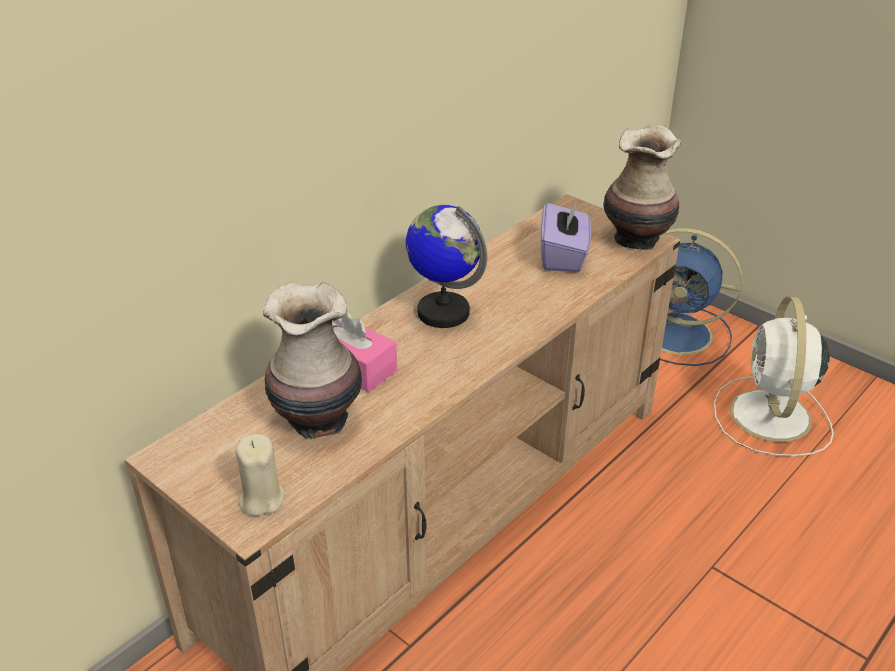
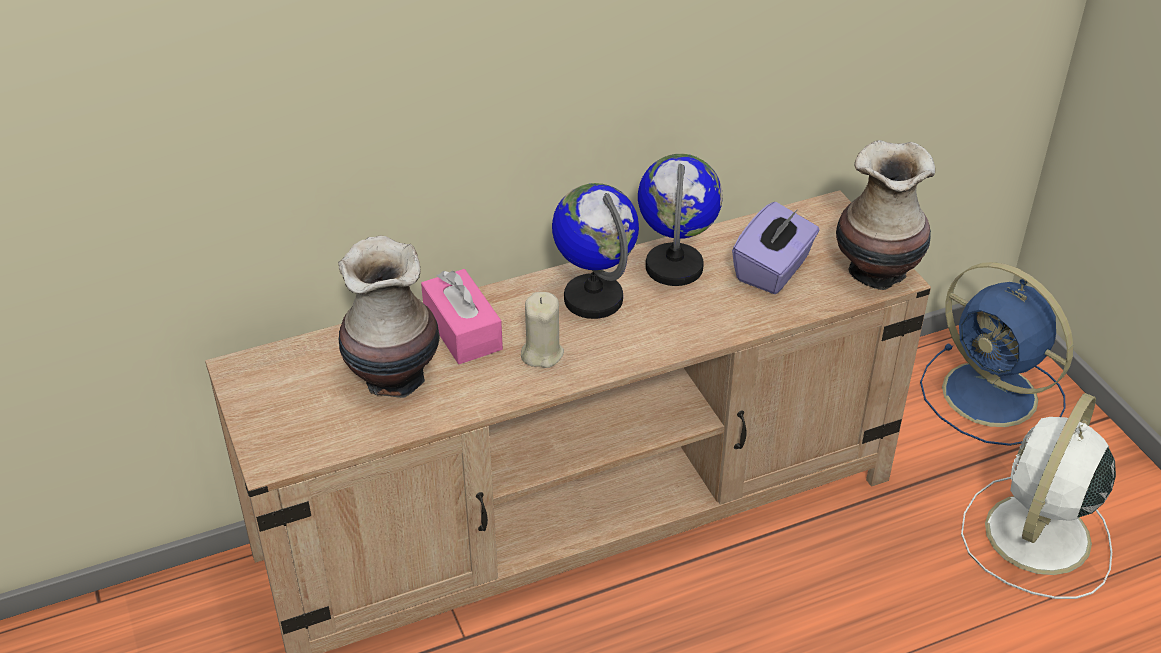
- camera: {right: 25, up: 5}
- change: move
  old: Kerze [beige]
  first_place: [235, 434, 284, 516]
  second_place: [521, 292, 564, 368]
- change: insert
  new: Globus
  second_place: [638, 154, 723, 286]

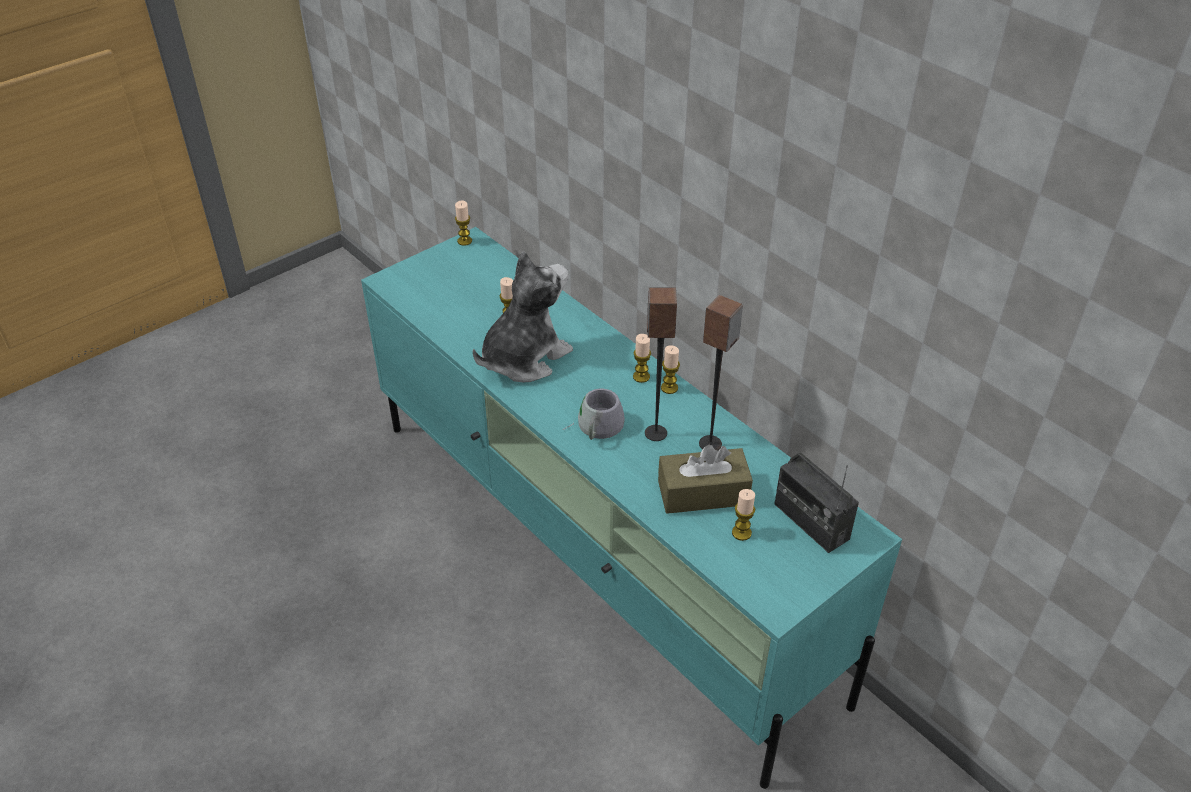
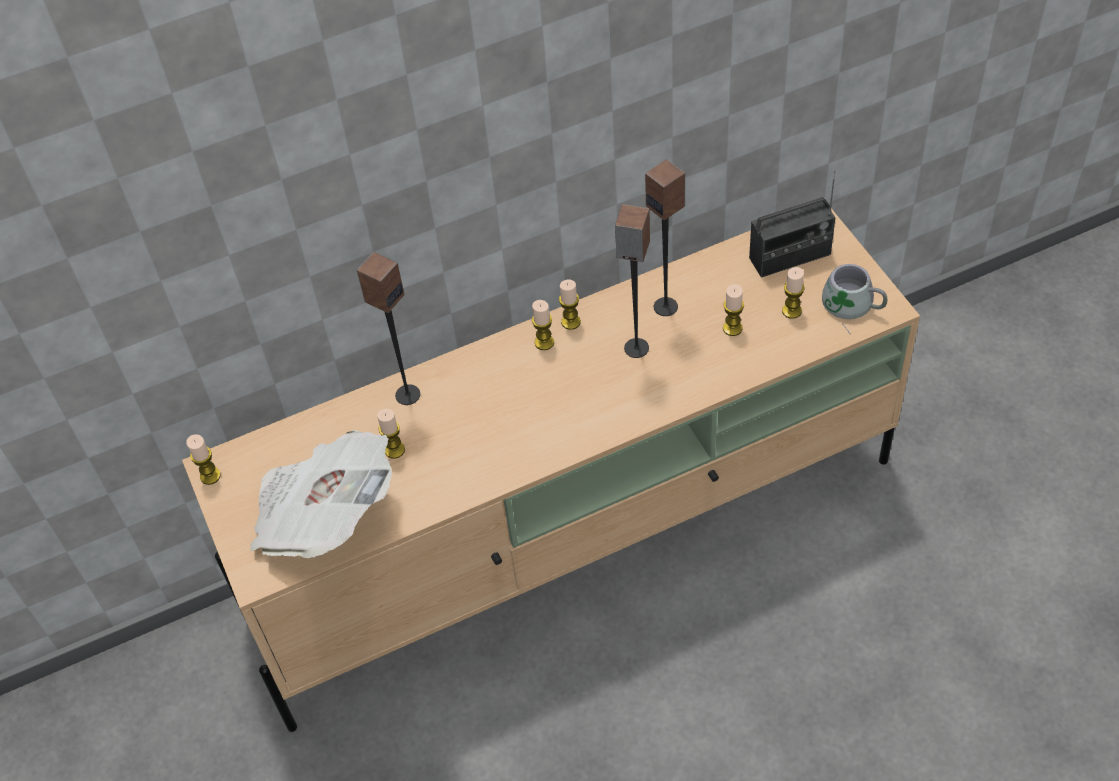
- camera: {right: -70, up: 10}
- change: recolor
  old: Fernsehschrank [türkis]
  new: Fernsehschrank [beige]
  first_place: [361, 227, 902, 789]
  second_place: [182, 208, 920, 732]
- change: delete
  old: Plüschtier
  first_place: [473, 251, 573, 383]
- change: move
  old: Henkelbecher [grau]
  first_place: [563, 388, 625, 440]
  second_place: [822, 264, 887, 335]
- change: replace
  old: Taschentuchbox [braun]
  new: Kerze
  first_place: [658, 445, 753, 514]
  second_place: [723, 284, 744, 336]
- change: insert
  new: Lautsprecher
  second_place: [357, 252, 420, 405]
- change: insert
  new: Zeitung
  second_place: [250, 430, 392, 558]

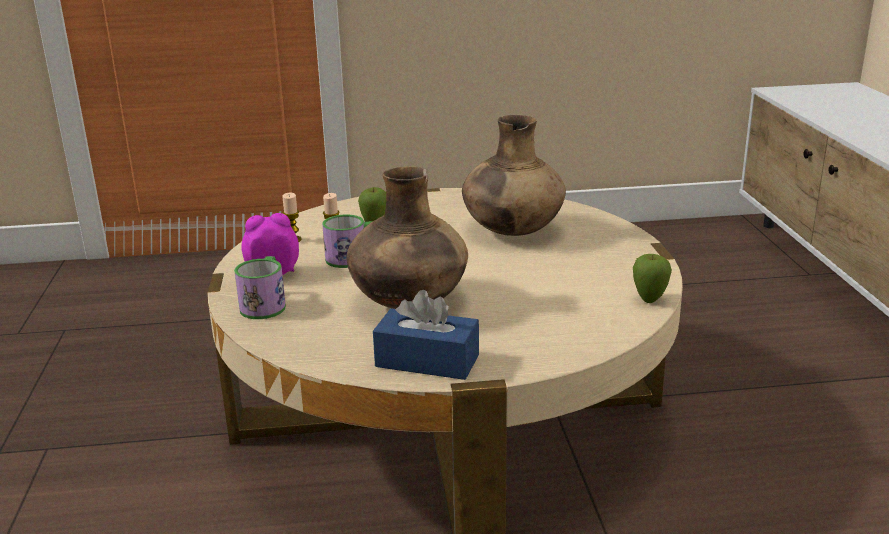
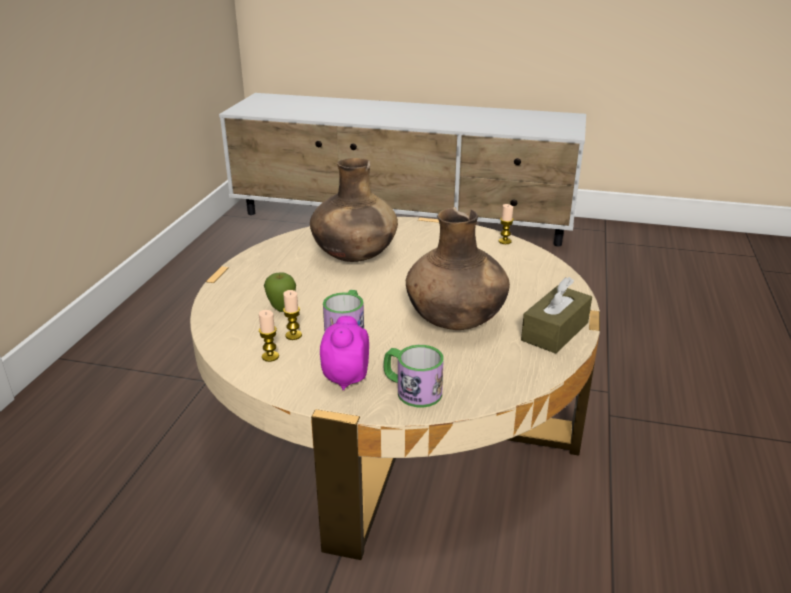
- camera: {right: -70, up: 5}
- change: replace
  old: Apfel
  new: Kerze
  first_place: [633, 254, 672, 303]
  second_place: [499, 204, 514, 244]
- change: recolor
  old: Taschentuchbox [blau]
  new: Taschentuchbox [braun]
  first_place: [373, 290, 479, 380]
  second_place: [521, 277, 592, 354]

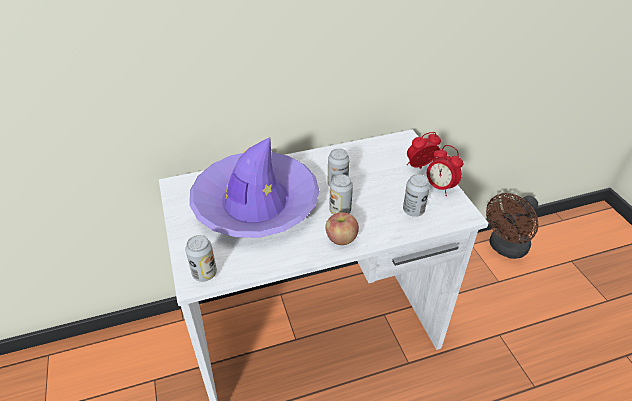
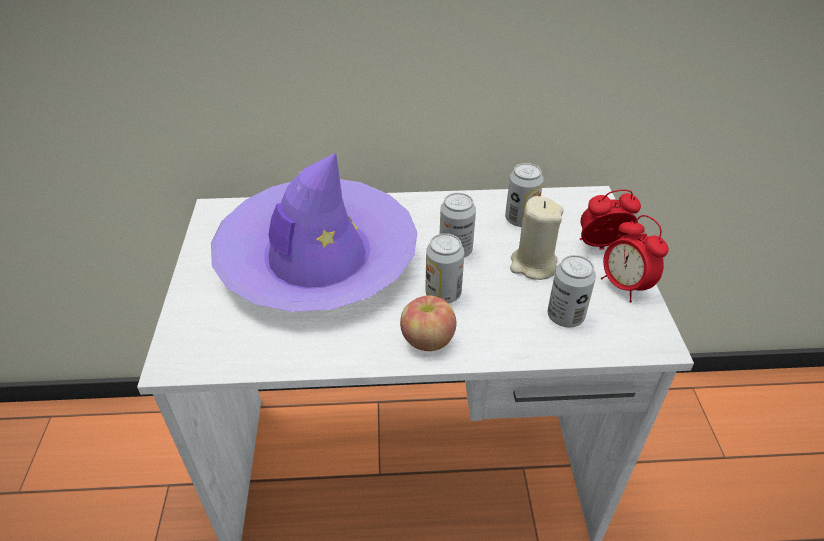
- camera: {right: 15, up: 0}
- change: delete
  old: Ventilator [braun]
  first_place: [486, 193, 538, 259]
- change: move
  old: Dose
  first_place: [185, 235, 217, 282]
  second_place: [505, 163, 544, 227]
- change: insert
  new: Kerze [beige]
  second_place: [510, 196, 564, 280]

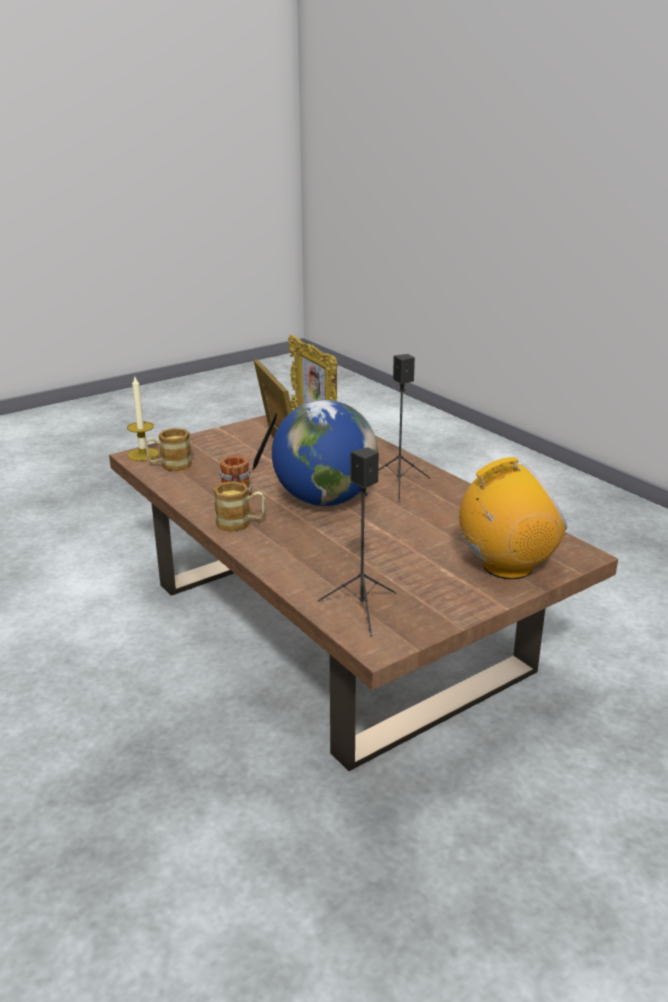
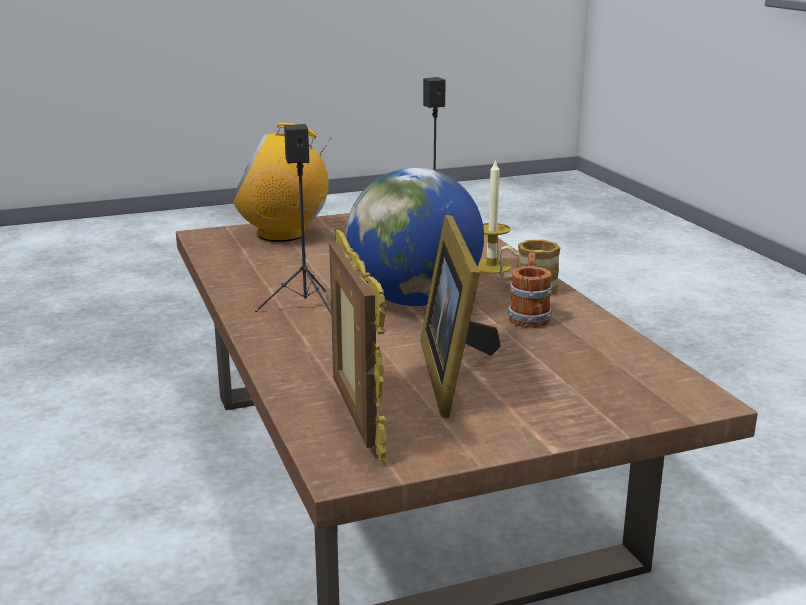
- camera: {right: -165, up: -5}
- change: move
  old: Kerze
  first_place: [127, 377, 159, 461]
  second_place: [477, 158, 512, 274]
- change: delete
  old: Henkelbecher
  first_place: [145, 428, 192, 472]

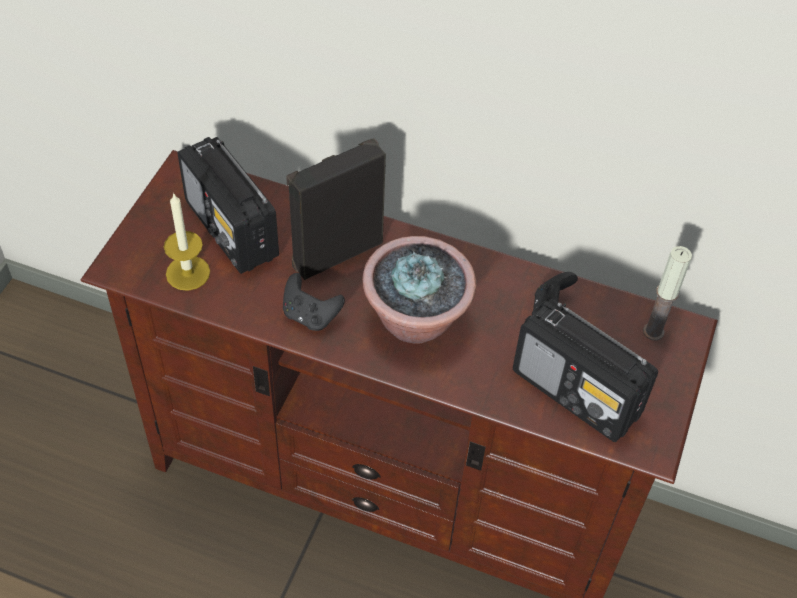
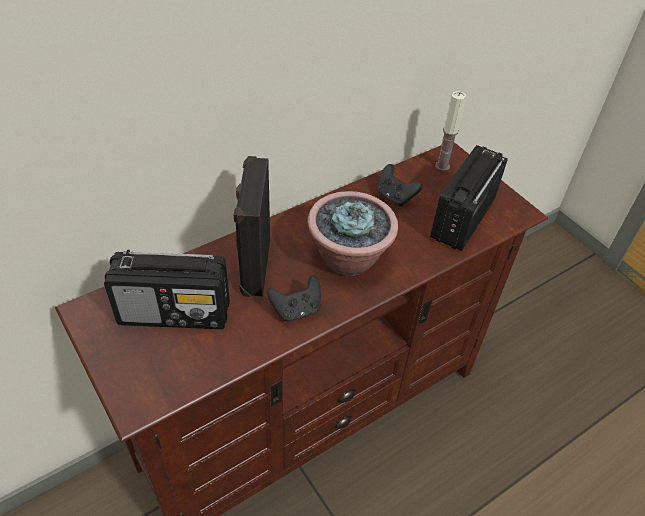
- camera: {right: -55, up: -5}
- change: delete
  old: Kerze
  first_place: [164, 194, 210, 291]
- change: rotate
  old: Radio
  first_place: [513, 299, 658, 442]
  second_place: [430, 145, 508, 251]
  degrees: 135

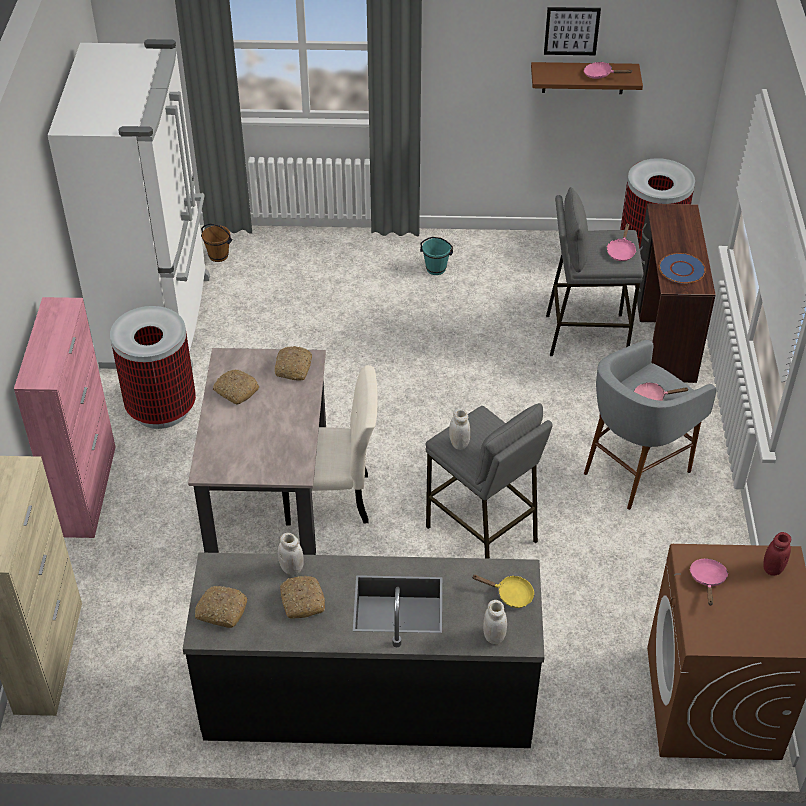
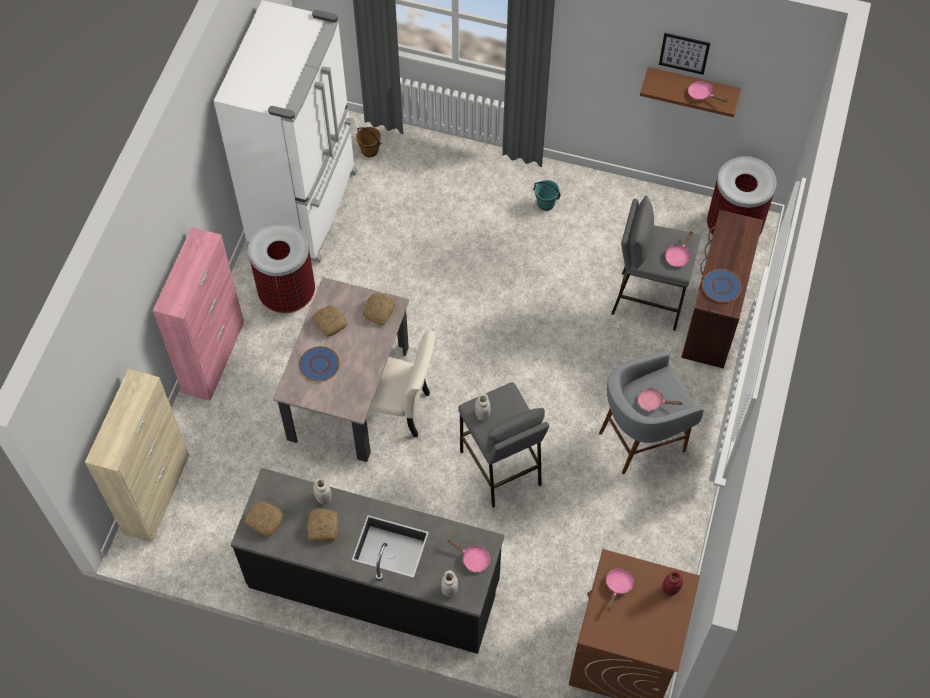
- camera: {right: 15, up: 15}
- change: recolor
  old: Pfanne [gelb]
  new: Pfanne [rosa]
  first_place: [472, 575, 534, 608]
  second_place: [447, 539, 490, 572]
- change: insert
  new: Teller [blau]
  second_place: [299, 346, 340, 382]

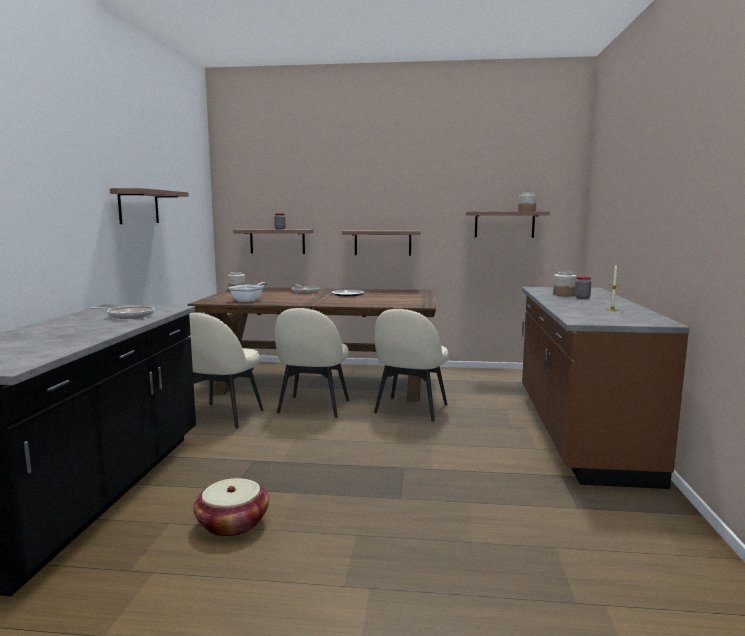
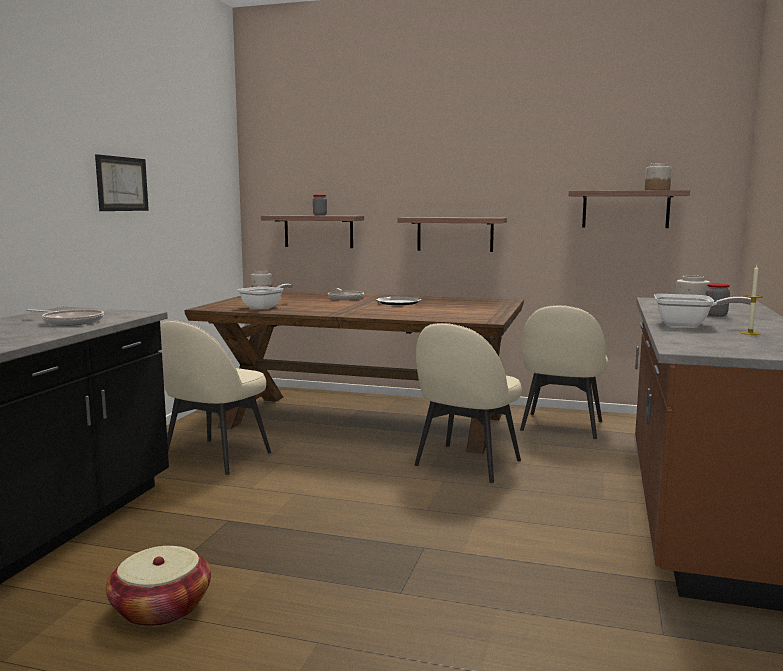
- camera: {right: 10, up: 0}
- change: replace
  old: Wandregal
  new: Bild
  first_place: [110, 188, 189, 224]
  second_place: [95, 154, 149, 211]
- change: move
  old: Stuhl [beige]
  first_place: [275, 308, 349, 417]
  second_place: [520, 305, 608, 439]
- change: insert
  new: Pfanne
  second_place: [654, 294, 751, 327]

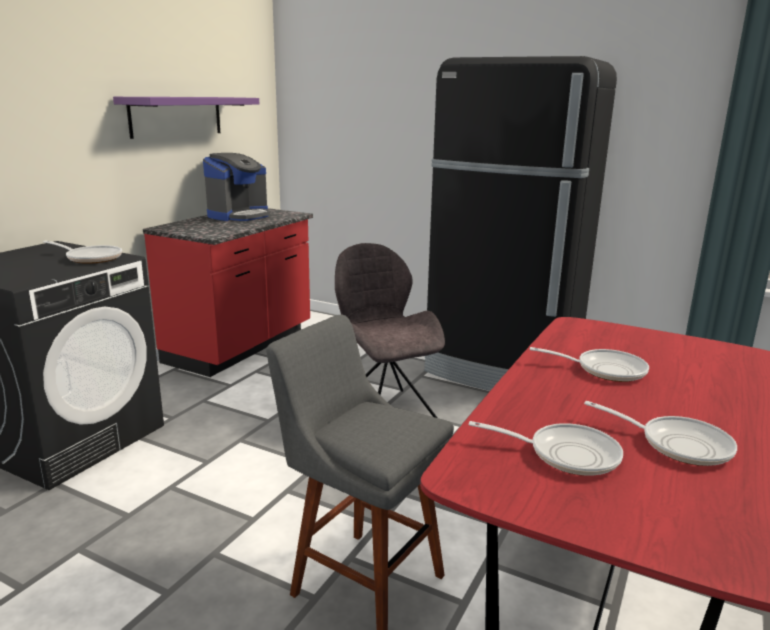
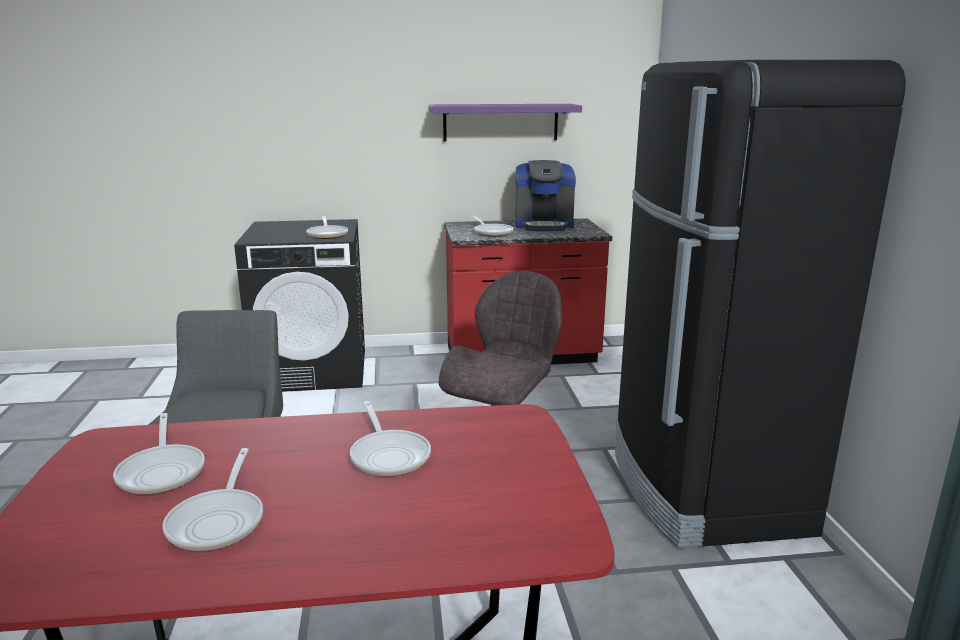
- camera: {right: 55, up: 0}
- change: insert
  new: Pfanne
  second_place: [471, 216, 513, 237]

